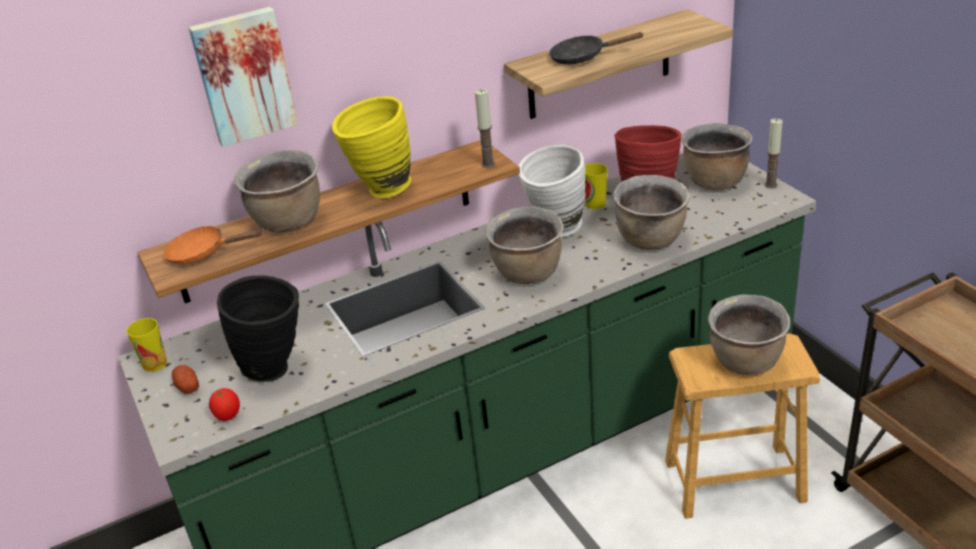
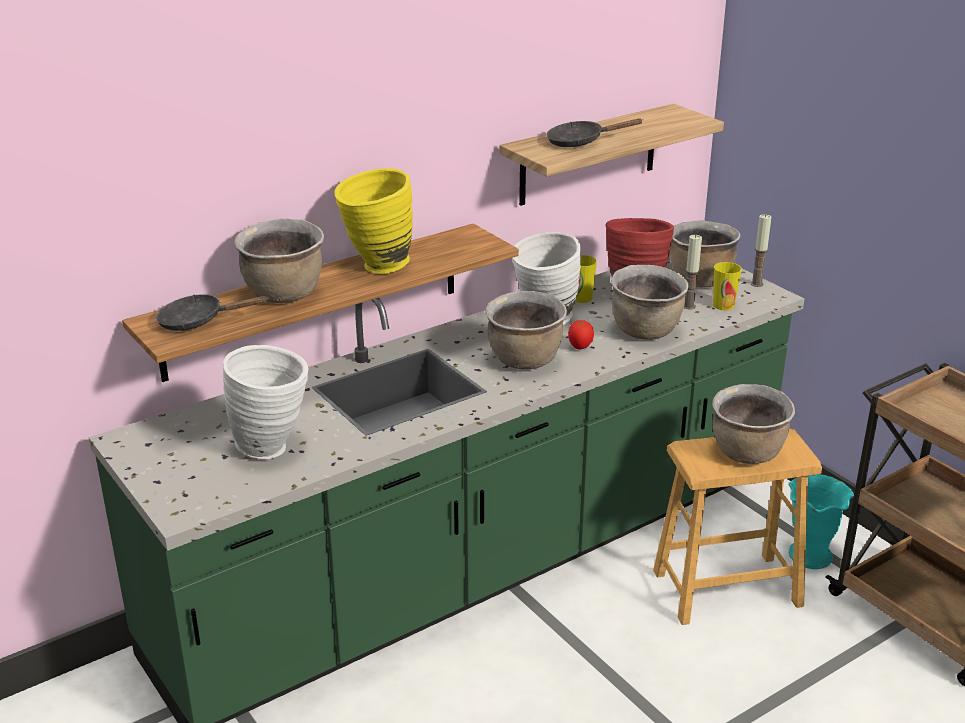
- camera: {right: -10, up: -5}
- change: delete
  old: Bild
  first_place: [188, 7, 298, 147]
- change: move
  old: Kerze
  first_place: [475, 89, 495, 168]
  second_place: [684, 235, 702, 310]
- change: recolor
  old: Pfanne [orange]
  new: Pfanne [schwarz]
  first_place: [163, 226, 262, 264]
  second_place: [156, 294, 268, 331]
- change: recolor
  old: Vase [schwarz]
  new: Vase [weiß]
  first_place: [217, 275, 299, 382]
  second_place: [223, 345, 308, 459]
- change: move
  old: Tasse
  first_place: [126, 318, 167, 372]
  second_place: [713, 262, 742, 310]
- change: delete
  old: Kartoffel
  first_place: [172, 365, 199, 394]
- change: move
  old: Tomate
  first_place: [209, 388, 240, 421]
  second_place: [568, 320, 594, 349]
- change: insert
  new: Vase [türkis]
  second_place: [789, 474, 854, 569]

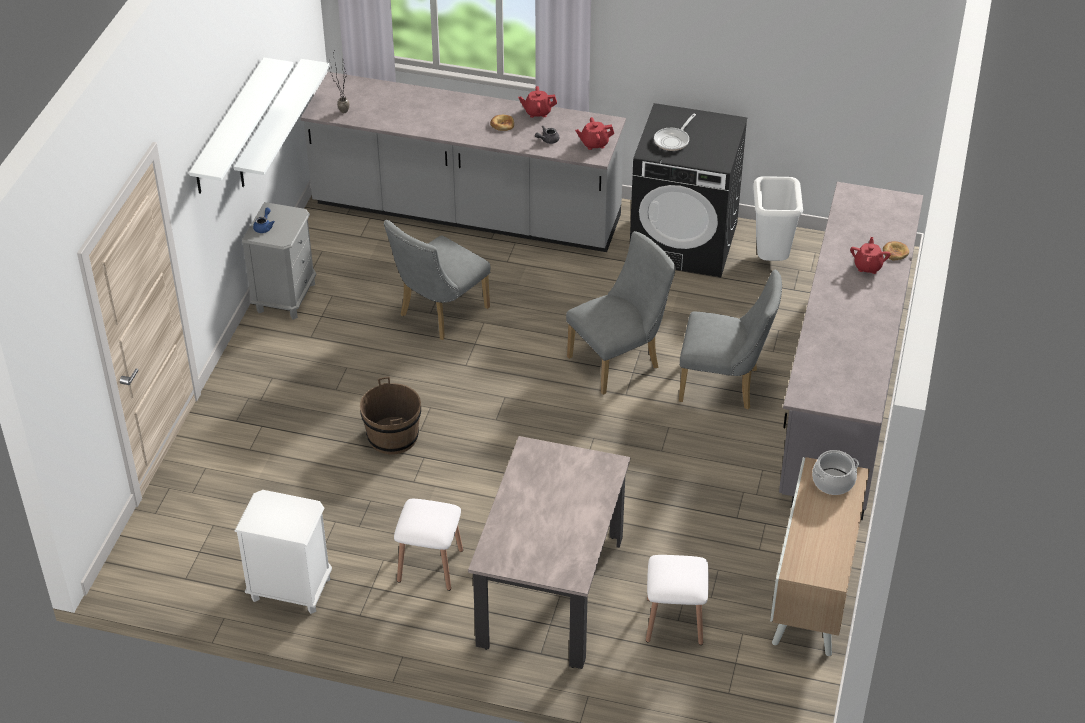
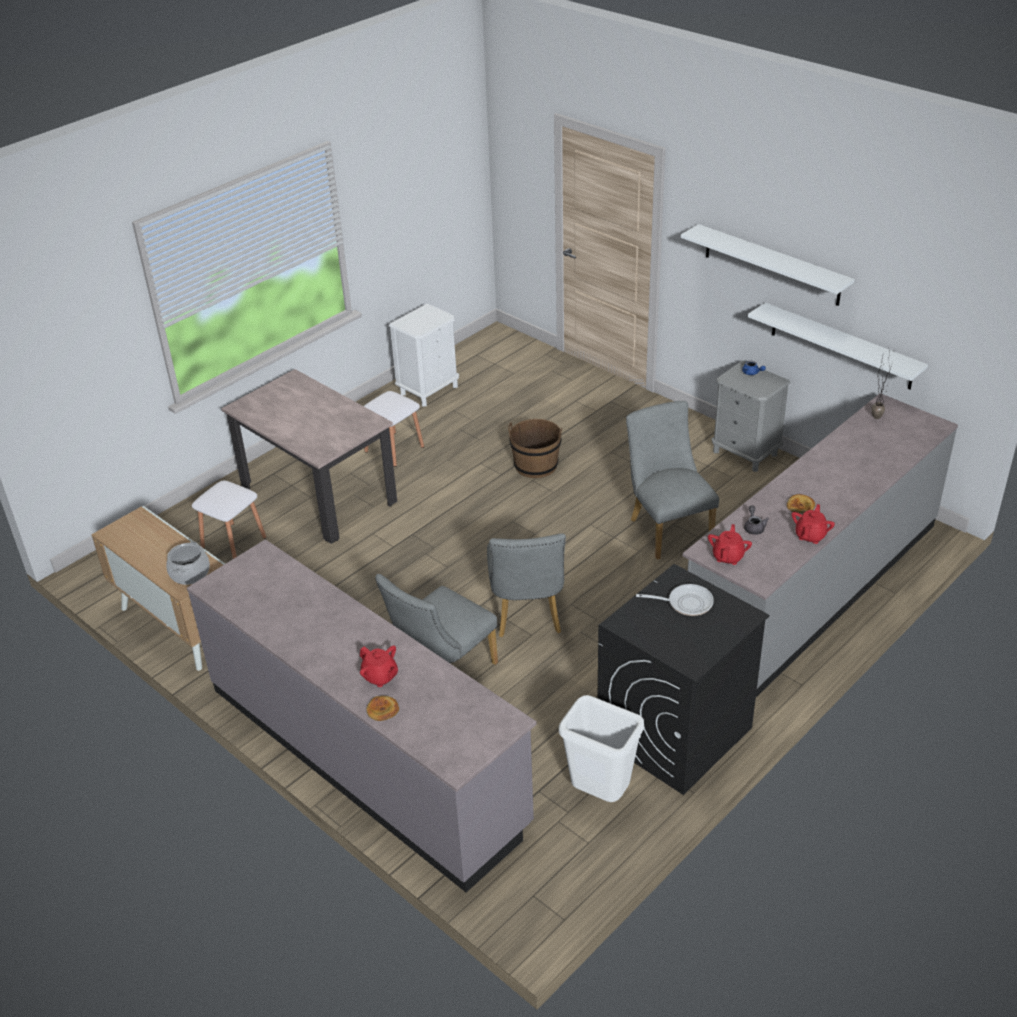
- camera: {right: 120, up: -5}
- change: rotate
  old: Pfanne
  first_place: [654, 114, 696, 151]
  second_place: [636, 584, 714, 616]
  degrees: 120

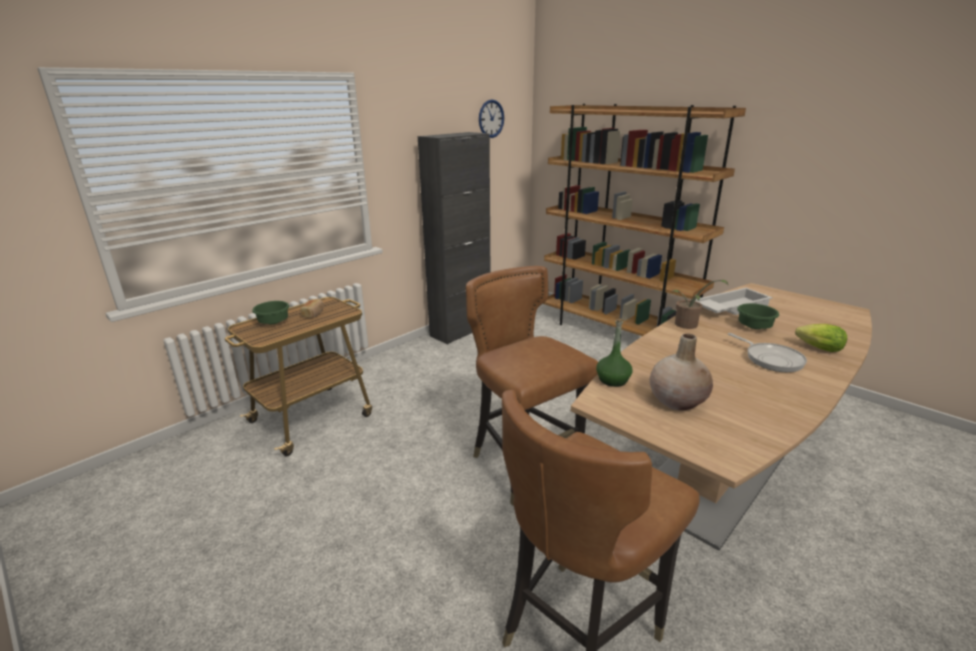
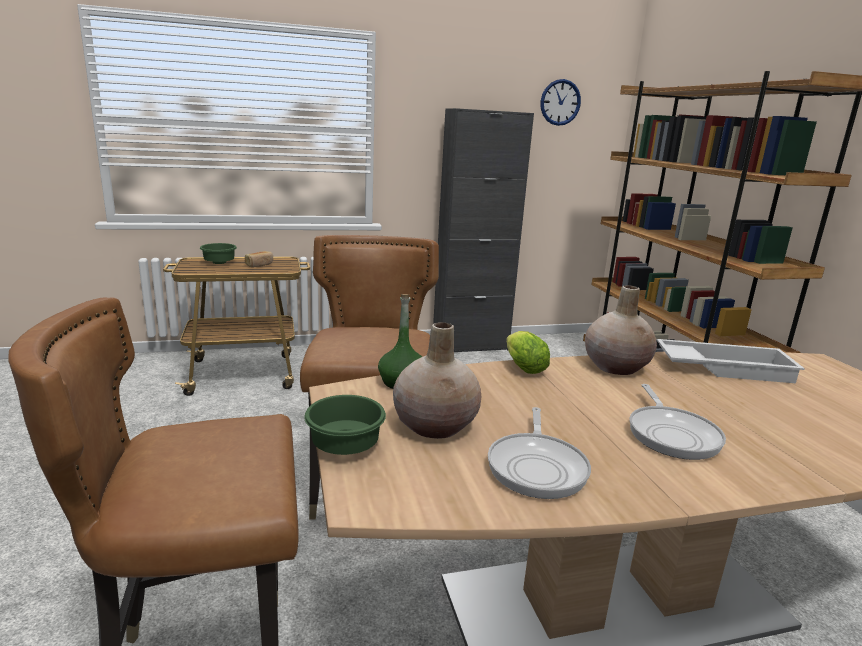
- camera: {right: 30, up: -5}
- change: replace
  old: Topfpflanze
  new: Vase [beige]
  first_place: [671, 280, 728, 329]
  second_place: [585, 285, 657, 375]
- change: move
  old: Schüssel [grün]
  first_place: [737, 303, 779, 329]
  second_place: [304, 395, 386, 455]
- change: move
  old: Salatkopf
  first_place: [795, 324, 847, 352]
  second_place: [506, 331, 550, 374]
- change: insert
  new: Pfanne
  second_place: [488, 407, 591, 499]

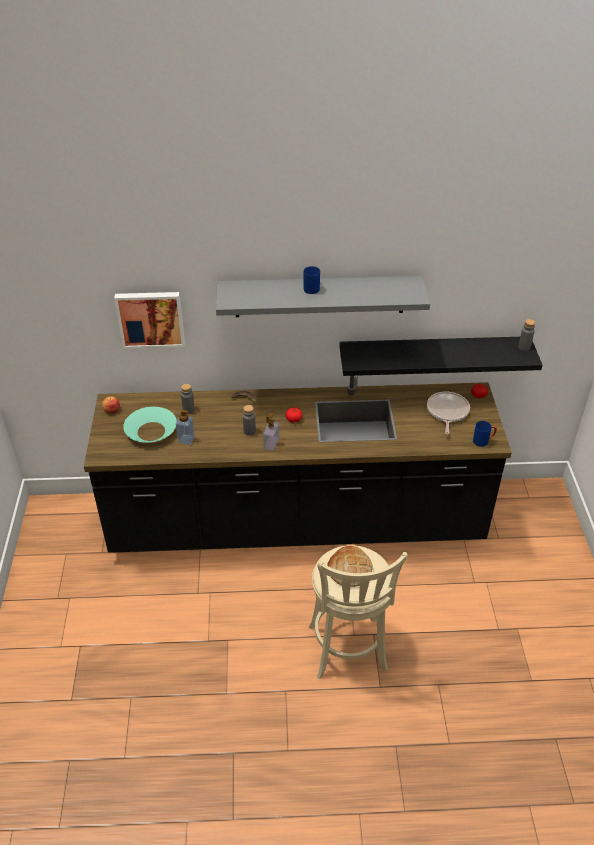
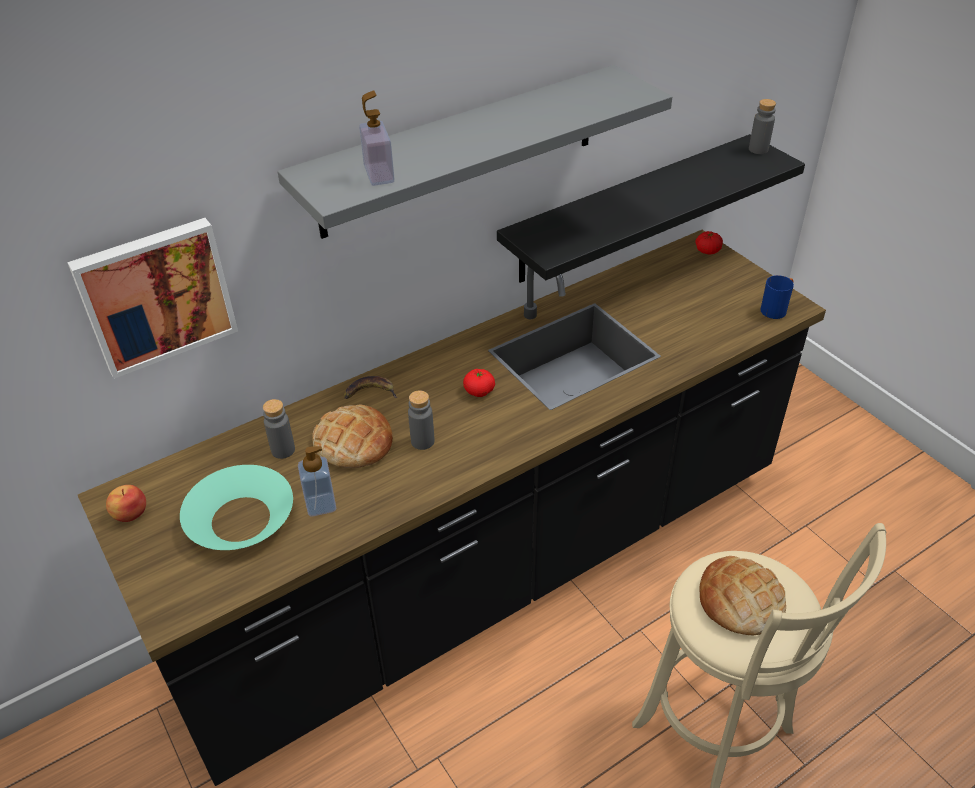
- camera: {right: -30, up: 0}
- change: delete
  old: Henkelbecher [blau]
  first_place: [303, 266, 320, 294]
- change: delete
  old: Pfanne
  first_place: [427, 392, 470, 434]
- change: move
  old: Seifenspender
  first_place: [263, 413, 279, 451]
  second_place: [359, 90, 395, 186]
- change: insert
  new: Brot
  second_place: [312, 404, 393, 468]

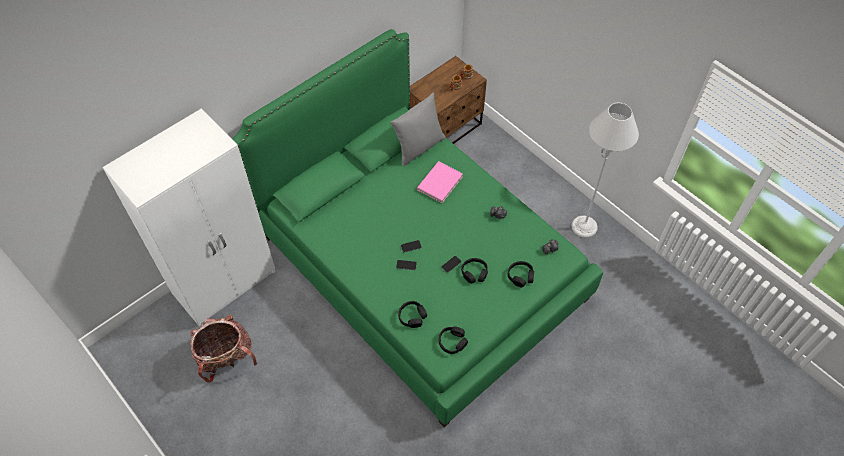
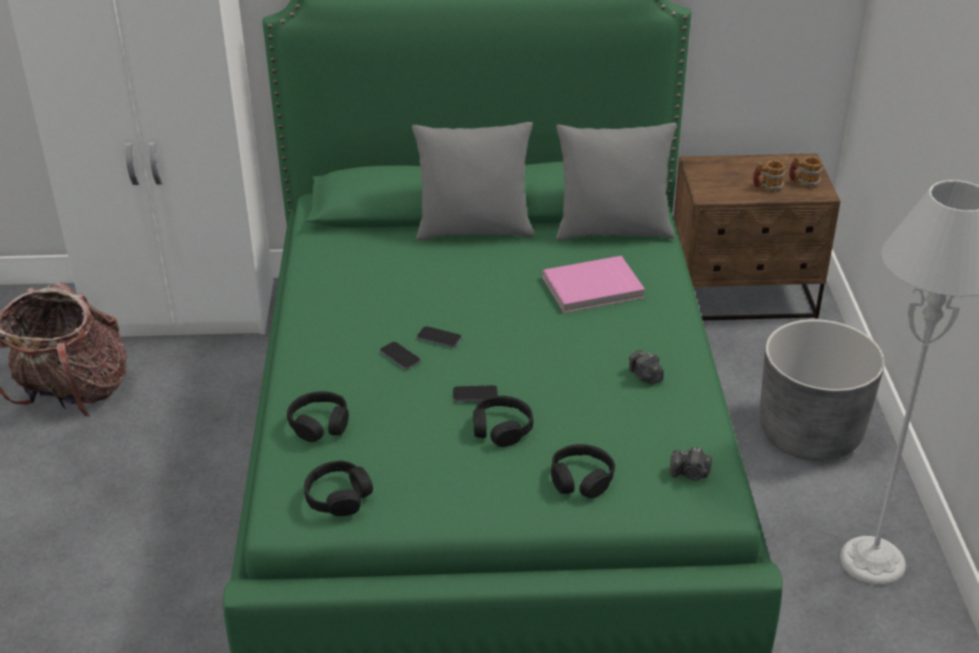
- camera: {right: 40, up: -20}
- change: insert
  new: Kissen [grau]
  second_place: [412, 122, 535, 240]
- change: insert
  new: Pflanzkübel [grau]
  second_place: [759, 319, 885, 461]

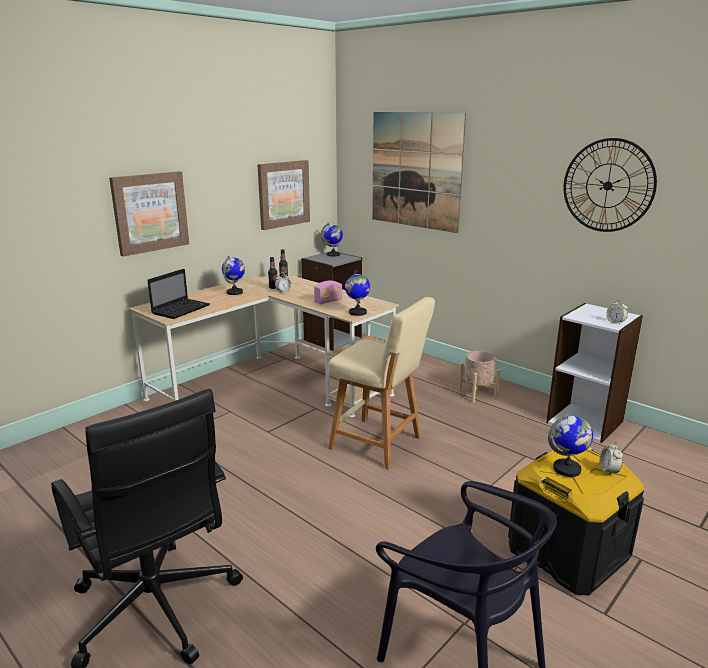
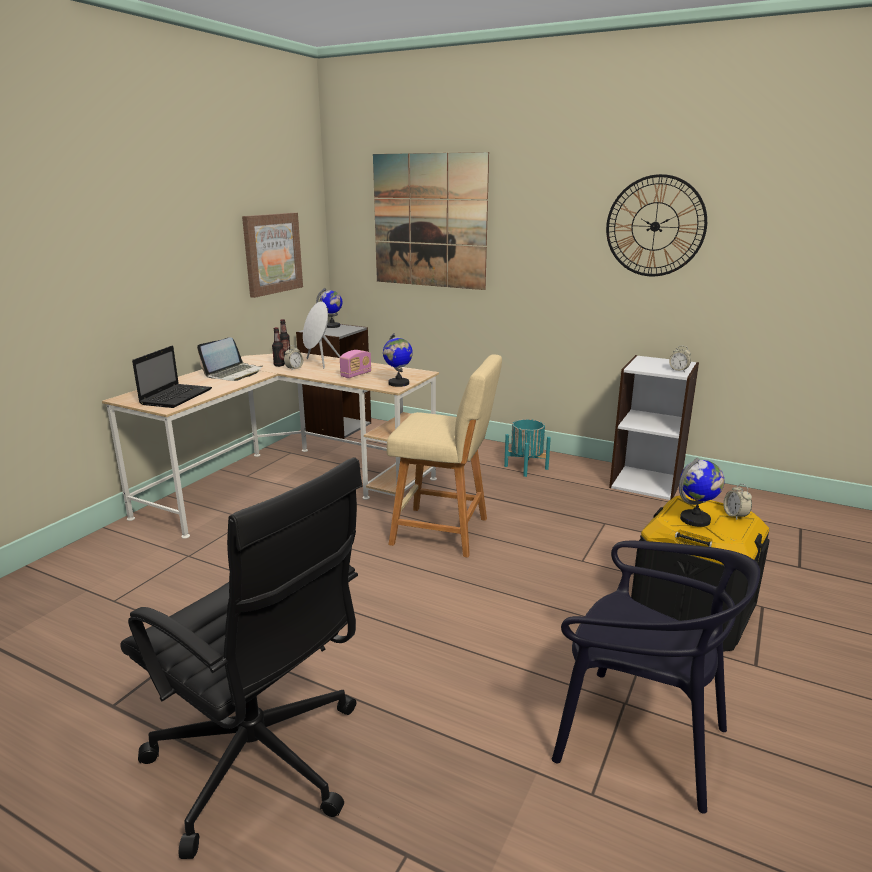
- camera: {right: -15, up: 0}
- change: delete
  old: Bild
  first_place: [109, 171, 189, 257]
- change: replace
  old: Globus
  new: Laptop
  first_place: [222, 256, 245, 295]
  second_place: [197, 337, 263, 381]
- change: recolor
  old: Pflanzkübel [beige]
  new: Pflanzkübel [türkis]
  first_place: [459, 351, 500, 403]
  second_place: [504, 419, 551, 477]
- change: insert
  new: Lautsprecher [weiß]
  second_place: [303, 301, 340, 368]

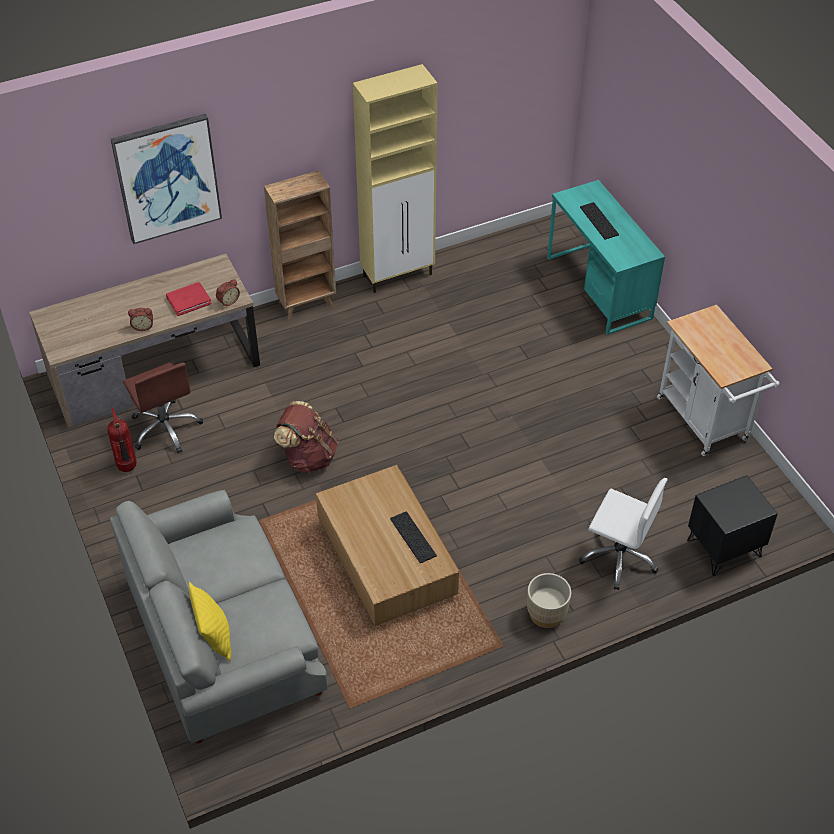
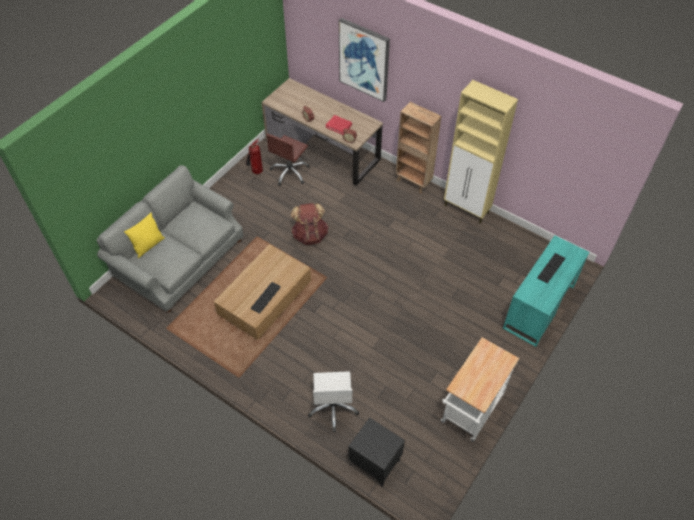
- camera: {right: 60, up: 5}
- change: delete
  old: Pflanzkübel [beige]
  first_place: [527, 573, 571, 628]

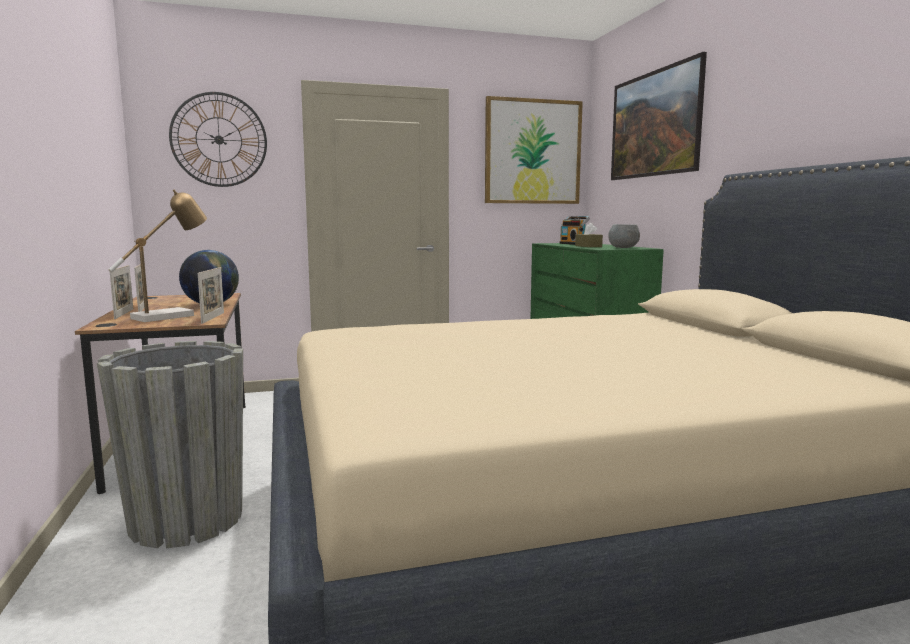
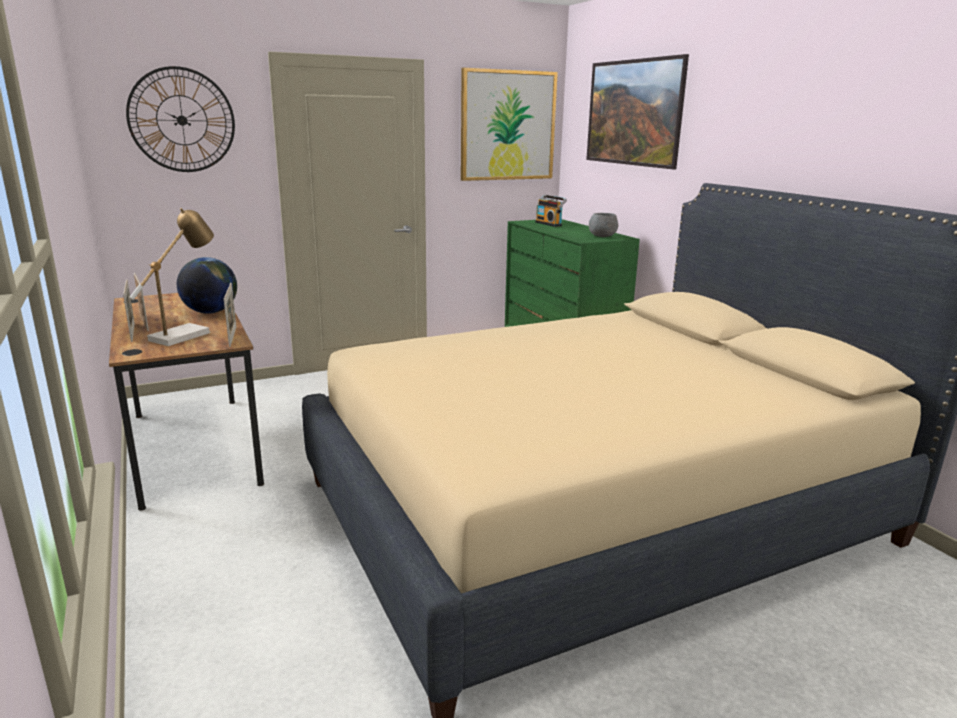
- camera: {right: -10, up: 10}
- change: delete
  old: Taschentuchbox [braun]
  first_place: [575, 223, 603, 247]
- change: delete
  old: Pflanzkübel [grau]
  first_place: [97, 341, 243, 548]

